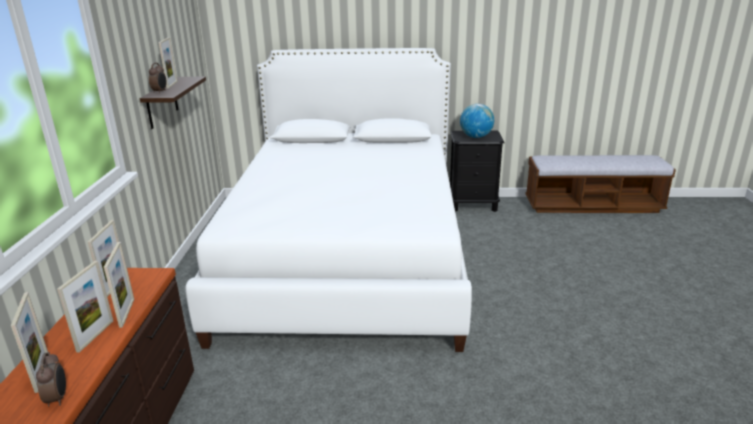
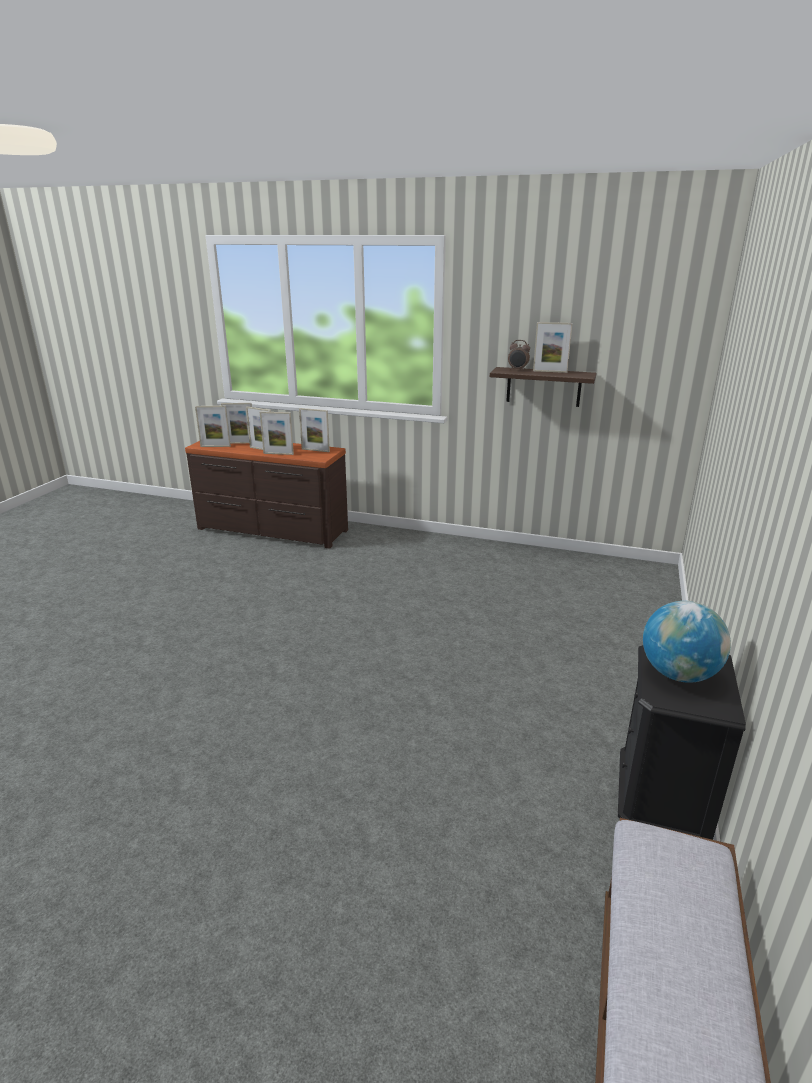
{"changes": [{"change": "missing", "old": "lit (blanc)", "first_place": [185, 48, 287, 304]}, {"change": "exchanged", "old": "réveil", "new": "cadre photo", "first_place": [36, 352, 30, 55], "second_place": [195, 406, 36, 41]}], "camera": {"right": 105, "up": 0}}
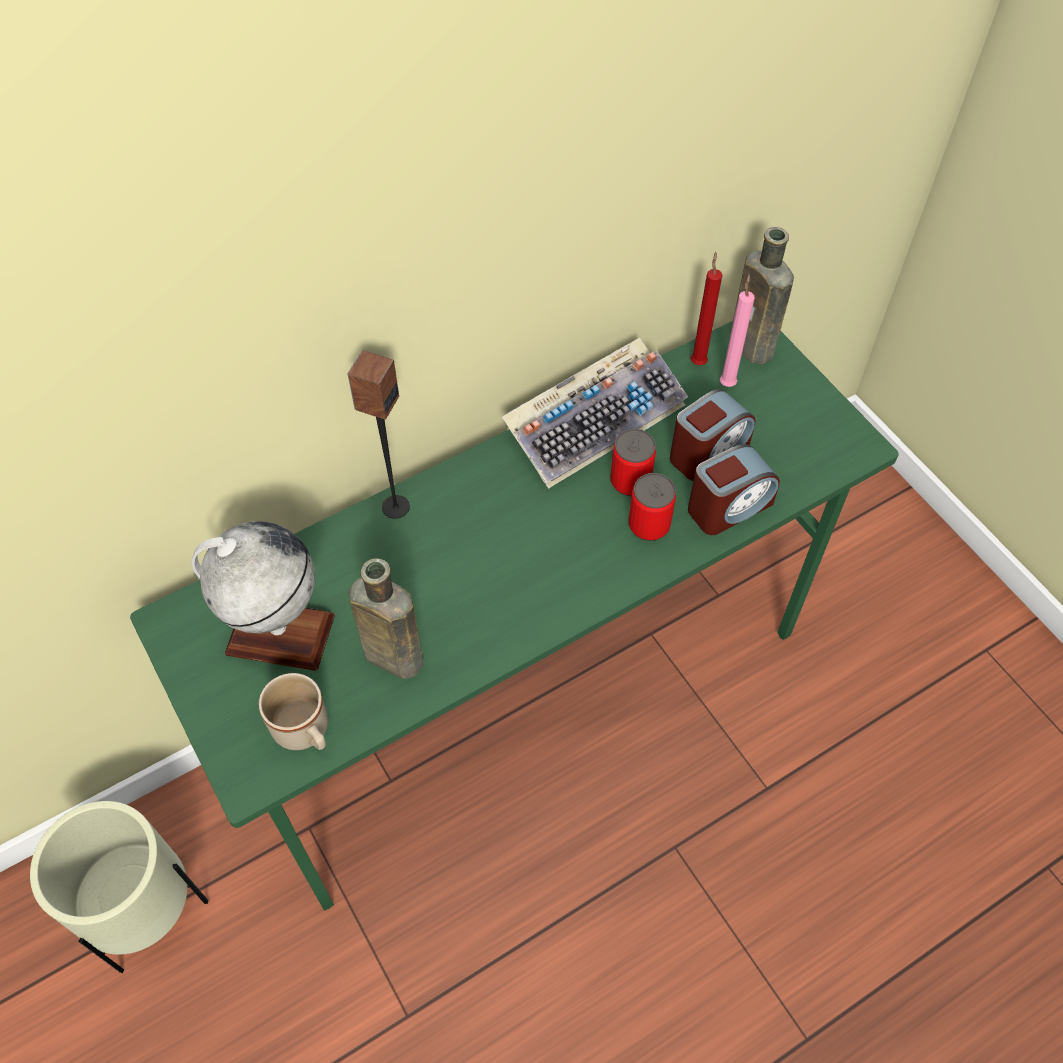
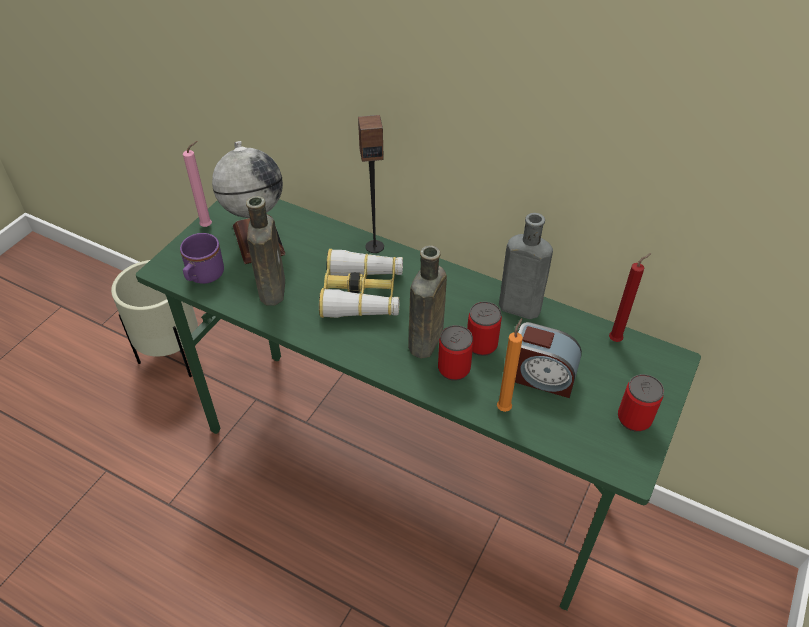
{"changes": [{"change": "appeared", "new": "jumelles", "second_place": [319, 249, 84, 69]}, {"change": "appeared", "new": "boîte métallique", "second_place": [618, 374, 46, 58]}, {"change": "relocated", "old": "bougie (rose)", "first_place": [720, 274, 35, 113], "second_place": [183, 141, 29, 86]}, {"change": "relocated", "old": "bouteille (marron)", "first_place": [729, 227, 65, 137], "second_place": [408, 245, 39, 114]}, {"change": "exchanged", "old": "clavier", "new": "bouteille (gris)", "first_place": [502, 338, 186, 151], "second_place": [499, 213, 54, 106]}, {"change": "exchanged", "old": "réveil", "new": "bougie (orange)", "first_place": [688, 444, 92, 91], "second_place": [497, 318, 26, 94]}, {"change": "colour", "old": "mug (beige)", "new": "mug (violet)", "first_place": [259, 673, 69, 77], "second_place": [180, 233, 44, 51]}], "camera": {"right": 60, "up": -10}}
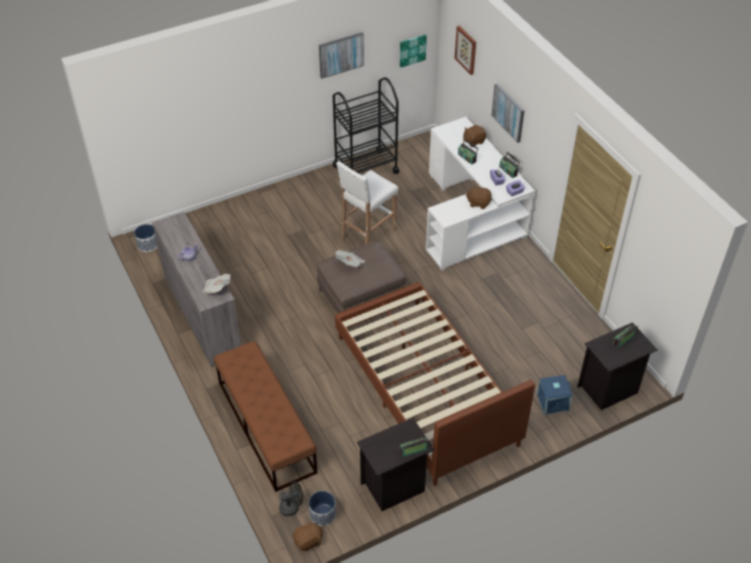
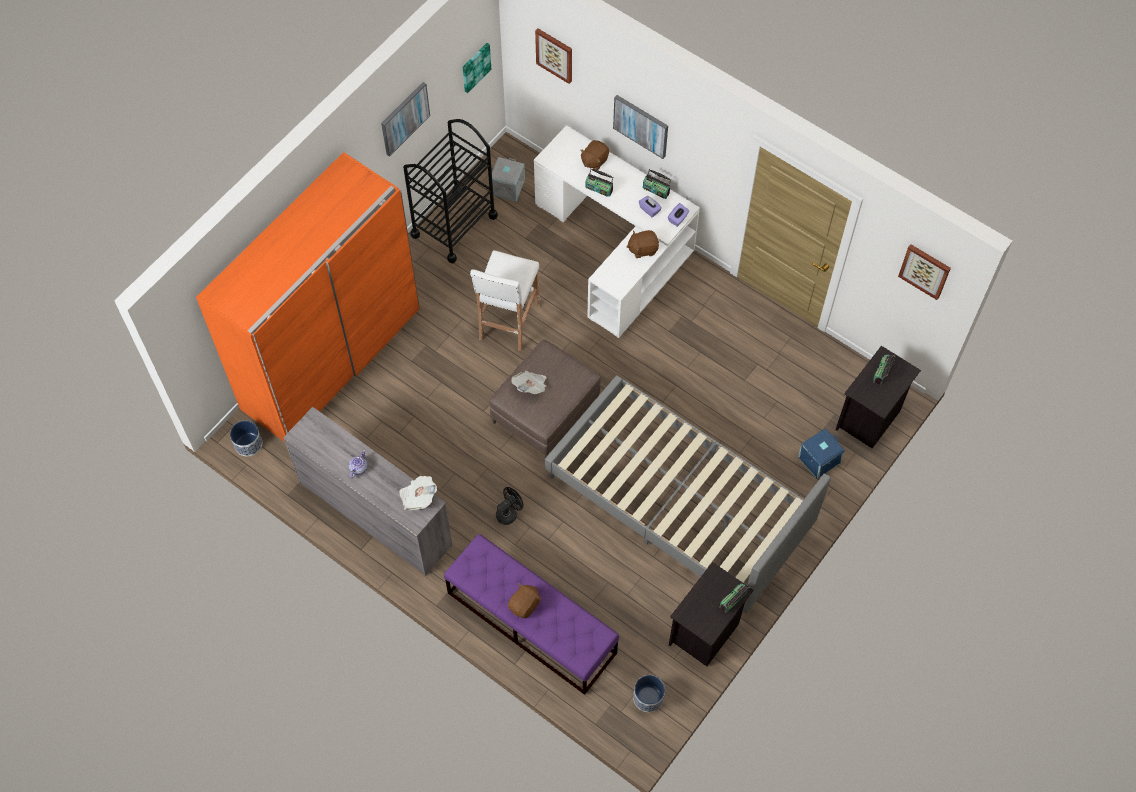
{"changes": [{"change": "appeared", "new": "armoire (orange)", "second_place": [196, 152, 224, 290]}, {"change": "appeared", "new": "boîte de rangement (gris)", "second_place": [492, 157, 33, 44]}, {"change": "appeared", "new": "tableau", "second_place": [898, 244, 53, 56]}, {"change": "relocated", "old": "ventilateur (noir)", "first_place": [279, 481, 24, 36], "second_place": [496, 487, 28, 38]}, {"change": "relocated", "old": "peluche (marron)", "first_place": [293, 520, 31, 32], "second_place": [508, 583, 33, 35]}, {"change": "colour", "old": "banc (marron)", "new": "banc (violet)", "first_place": [214, 341, 103, 151], "second_place": [444, 534, 175, 161]}, {"change": "colour", "old": "lit (marron)", "new": "lit (gris)", "first_place": [335, 282, 200, 204], "second_place": [545, 375, 286, 238]}], "camera": {"right": -25, "up": 15}}
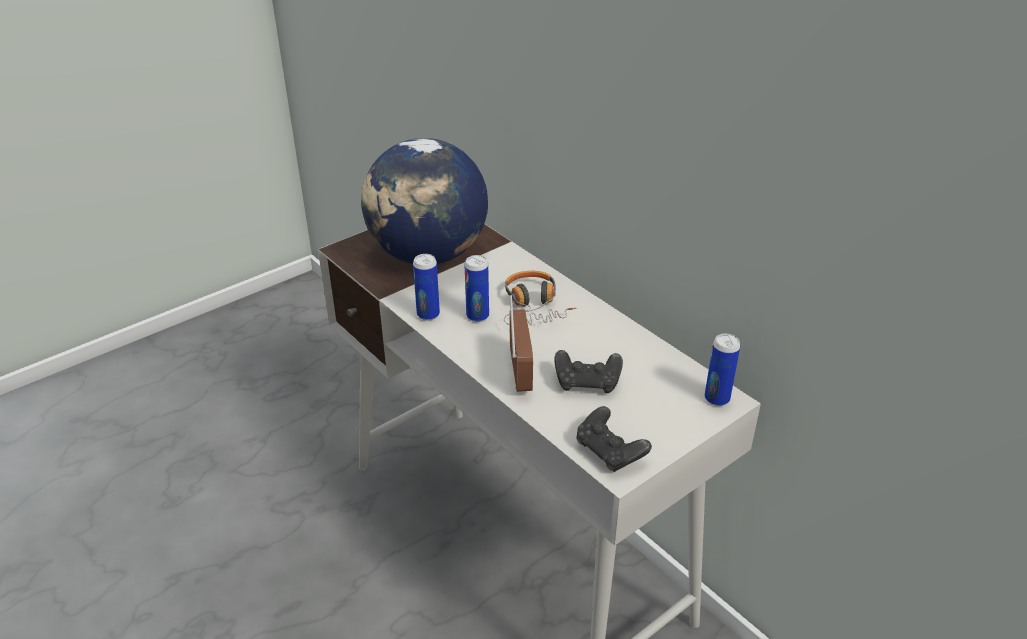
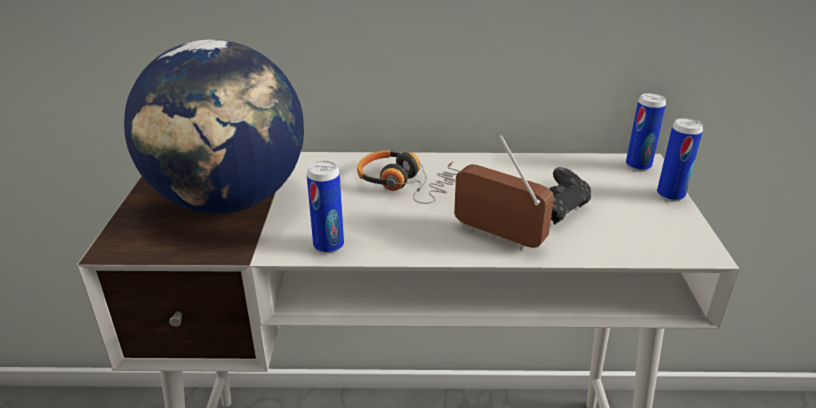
{"changes": [{"change": "missing", "old": "manette (noir)", "first_place": [576, 406, 76, 66]}, {"change": "relocated", "old": "boîte métallique", "first_place": [464, 255, 25, 67], "second_place": [657, 118, 46, 83]}], "camera": {"right": -50, "up": -5}}
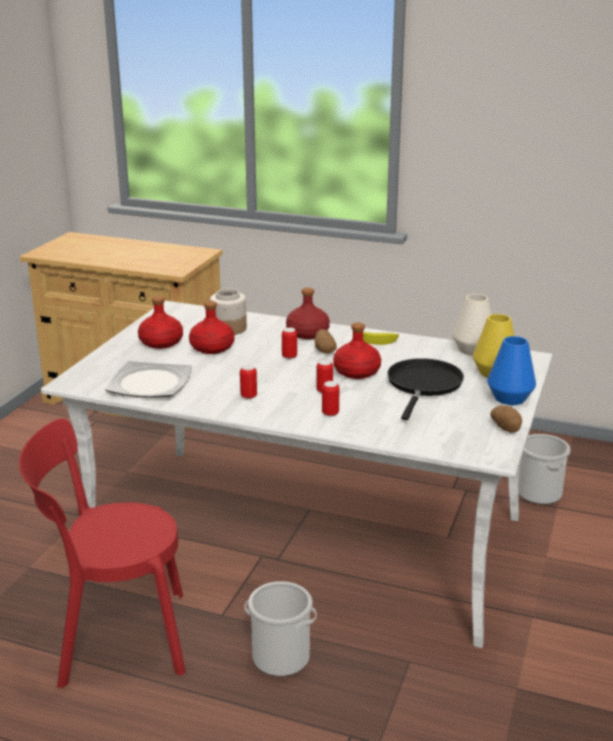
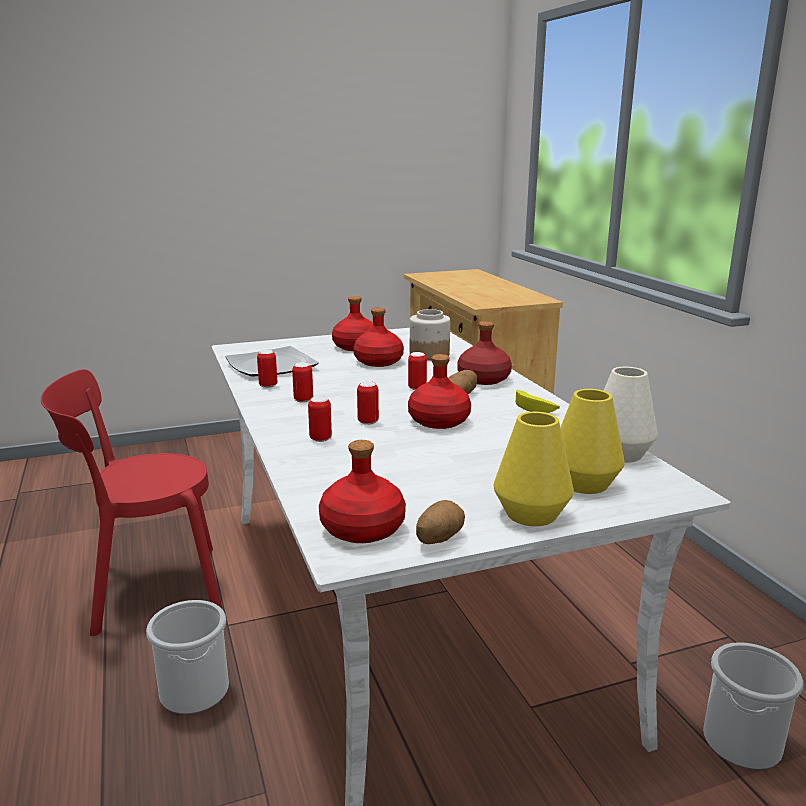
{"changes": [{"change": "missing", "old": "poêle (noir)", "first_place": [387, 358, 77, 62]}, {"change": "appeared", "new": "boîte métallique", "second_place": [257, 350, 20, 38]}, {"change": "appeared", "new": "bouteille (rouge)", "second_place": [319, 440, 87, 103]}, {"change": "colour", "old": "vase (bleu)", "new": "vase (jaune)", "first_place": [487, 336, 49, 69], "second_place": [494, 412, 80, 114]}, {"change": "spun", "old": "chaise (rouge)", "first_place": [19, 418, 167, 270], "second_place": [41, 369, 182, 267], "degrees": -60}], "camera": {"right": 50, "up": -5}}
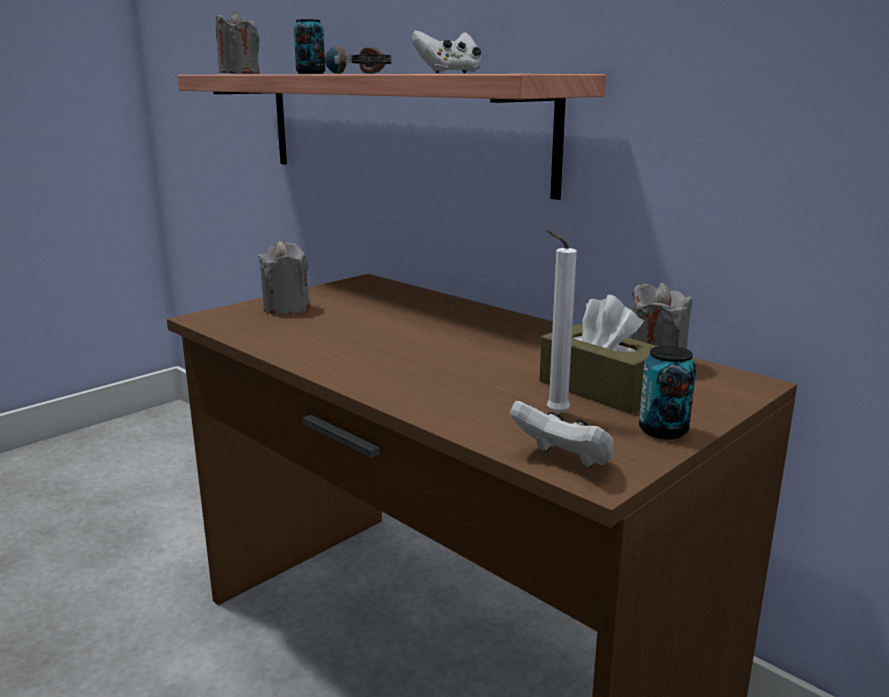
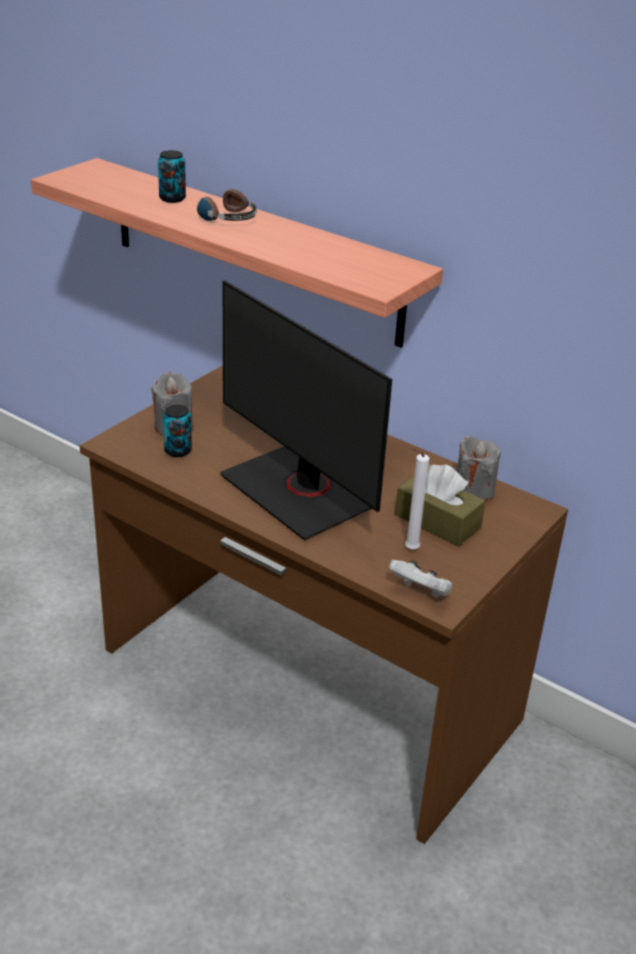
{"changes": [{"change": "missing", "old": "bougie (gris)", "first_place": [216, 11, 44, 63]}, {"change": "missing", "old": "manette (blanc)", "first_place": [411, 30, 70, 43]}, {"change": "appeared", "new": "écran d'ordinateur", "second_place": [219, 280, 173, 260]}, {"change": "relocated", "old": "boîte métallique", "first_place": [639, 346, 57, 93], "second_place": [163, 405, 29, 52]}], "camera": {"right": -10, "up": 15}}
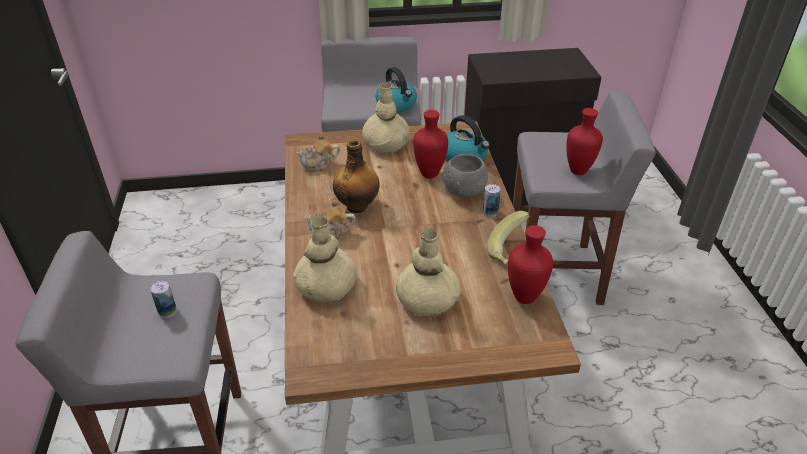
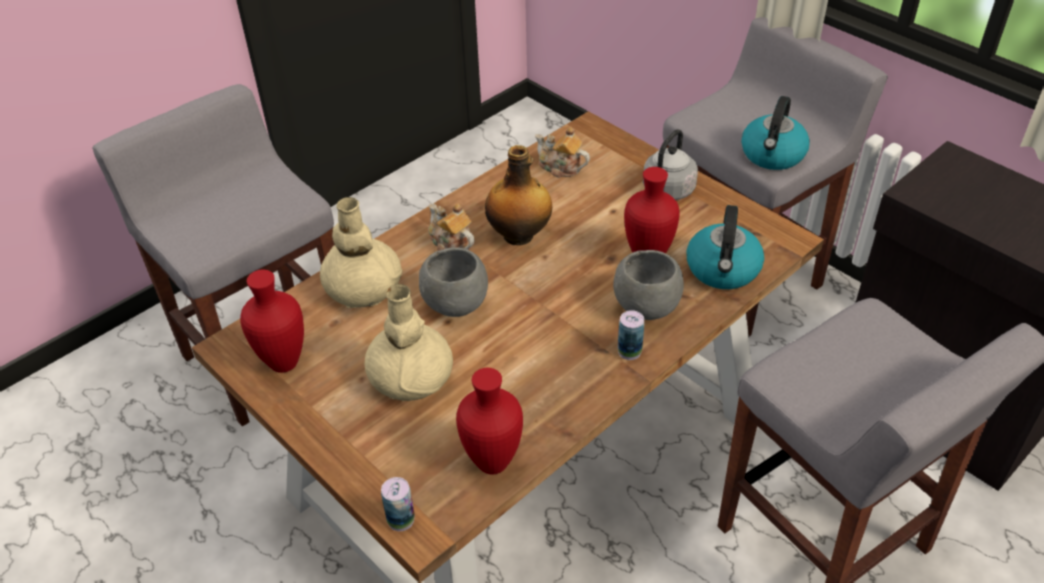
{"changes": [{"change": "missing", "old": "banane", "first_place": [487, 211, 43, 53]}, {"change": "appeared", "new": "bol (gris)", "second_place": [419, 247, 69, 70]}, {"change": "relocated", "old": "boîte métallique", "first_place": [151, 281, 25, 37], "second_place": [381, 477, 34, 54]}, {"change": "relocated", "old": "vase (rouge)", "first_place": [566, 108, 37, 67], "second_place": [240, 270, 64, 103]}, {"change": "exchanged", "old": "vase (beige)", "new": "bouilloire (gris)", "first_place": [362, 82, 48, 71], "second_place": [643, 129, 55, 71]}], "camera": {"right": 55, "up": 5}}
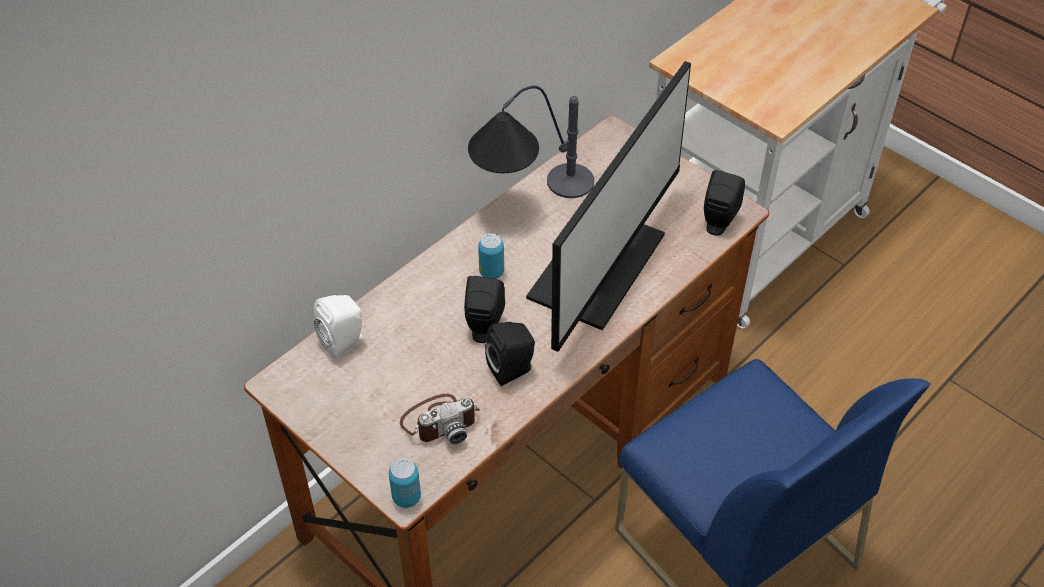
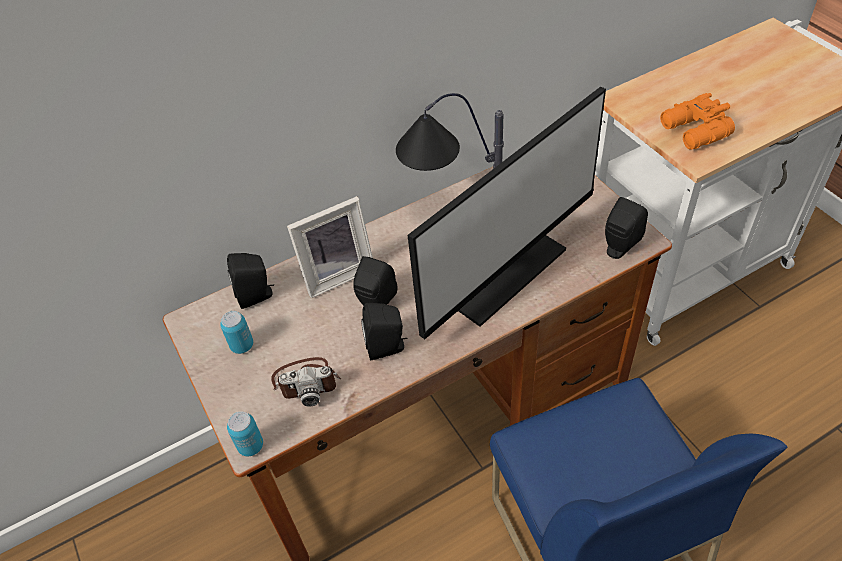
{"changes": [{"change": "appeared", "new": "cadre photo", "second_place": [287, 196, 86, 102]}, {"change": "appeared", "new": "jumelles (orange)", "second_place": [660, 93, 75, 57]}, {"change": "relocated", "old": "boîte métallique", "first_place": [478, 233, 26, 46], "second_place": [220, 311, 33, 43]}, {"change": "colour", "old": "enceinte (blanc)", "new": "enceinte (noir)", "first_place": [313, 295, 49, 64], "second_place": [227, 253, 47, 56]}], "camera": {"right": 20, "up": 0}}
